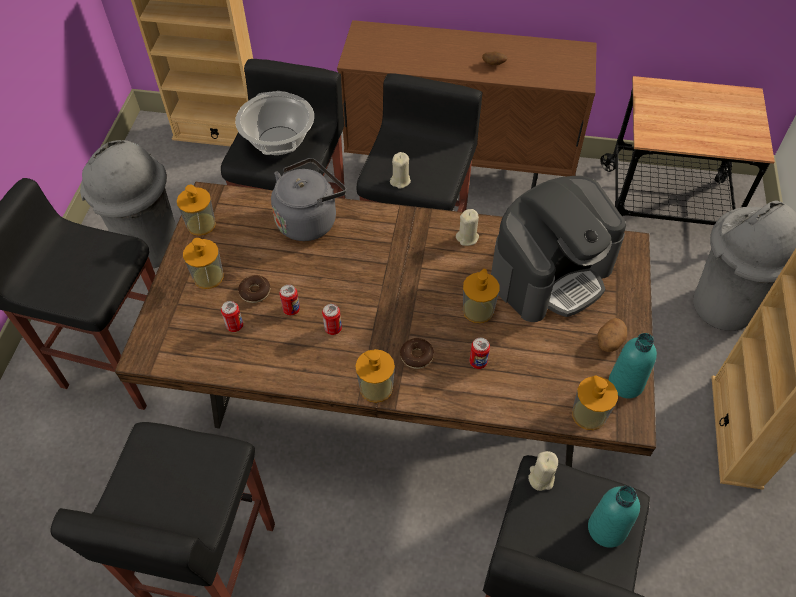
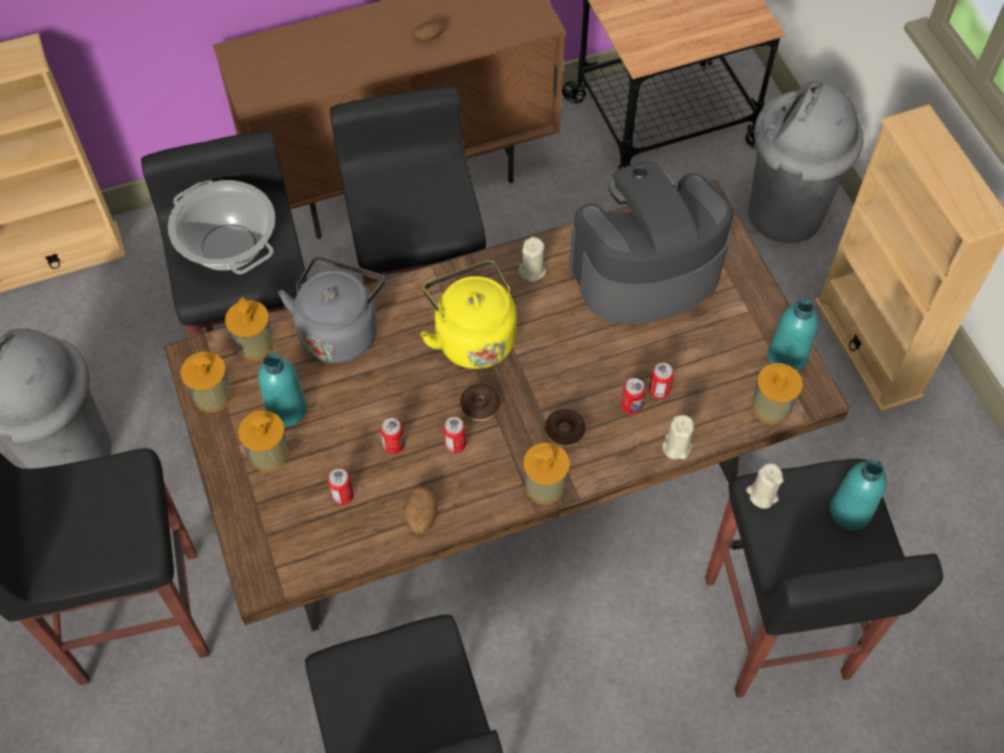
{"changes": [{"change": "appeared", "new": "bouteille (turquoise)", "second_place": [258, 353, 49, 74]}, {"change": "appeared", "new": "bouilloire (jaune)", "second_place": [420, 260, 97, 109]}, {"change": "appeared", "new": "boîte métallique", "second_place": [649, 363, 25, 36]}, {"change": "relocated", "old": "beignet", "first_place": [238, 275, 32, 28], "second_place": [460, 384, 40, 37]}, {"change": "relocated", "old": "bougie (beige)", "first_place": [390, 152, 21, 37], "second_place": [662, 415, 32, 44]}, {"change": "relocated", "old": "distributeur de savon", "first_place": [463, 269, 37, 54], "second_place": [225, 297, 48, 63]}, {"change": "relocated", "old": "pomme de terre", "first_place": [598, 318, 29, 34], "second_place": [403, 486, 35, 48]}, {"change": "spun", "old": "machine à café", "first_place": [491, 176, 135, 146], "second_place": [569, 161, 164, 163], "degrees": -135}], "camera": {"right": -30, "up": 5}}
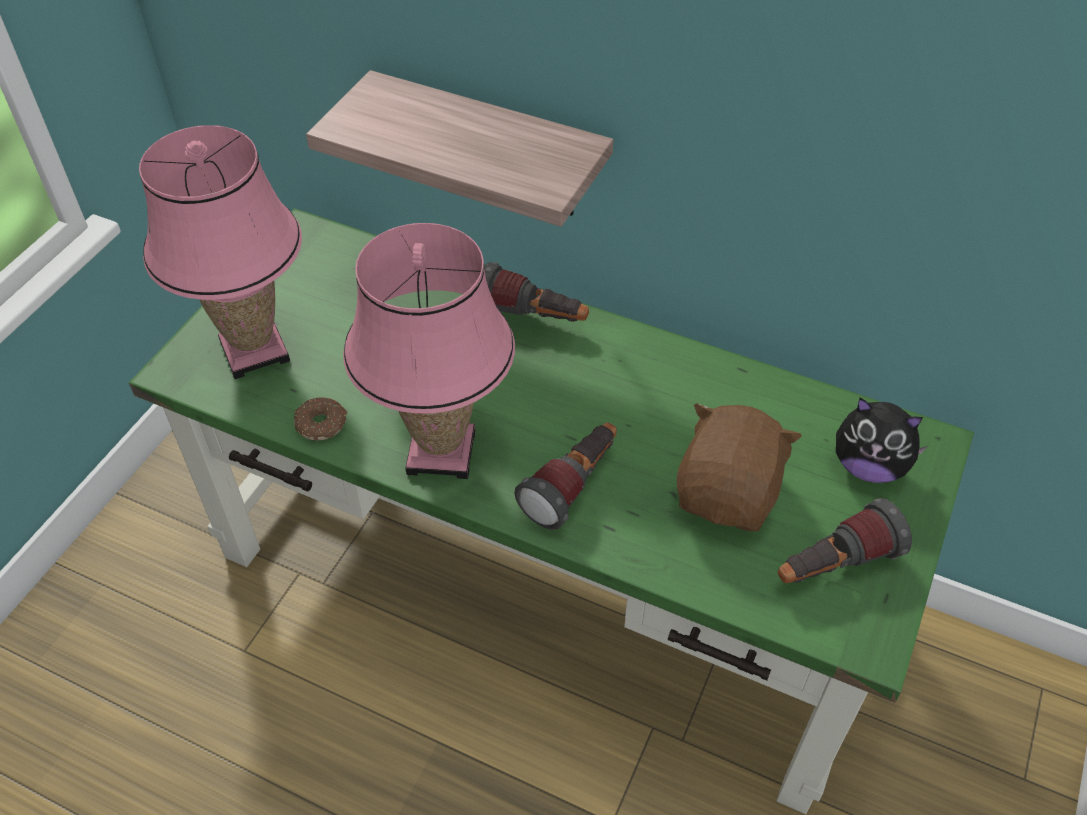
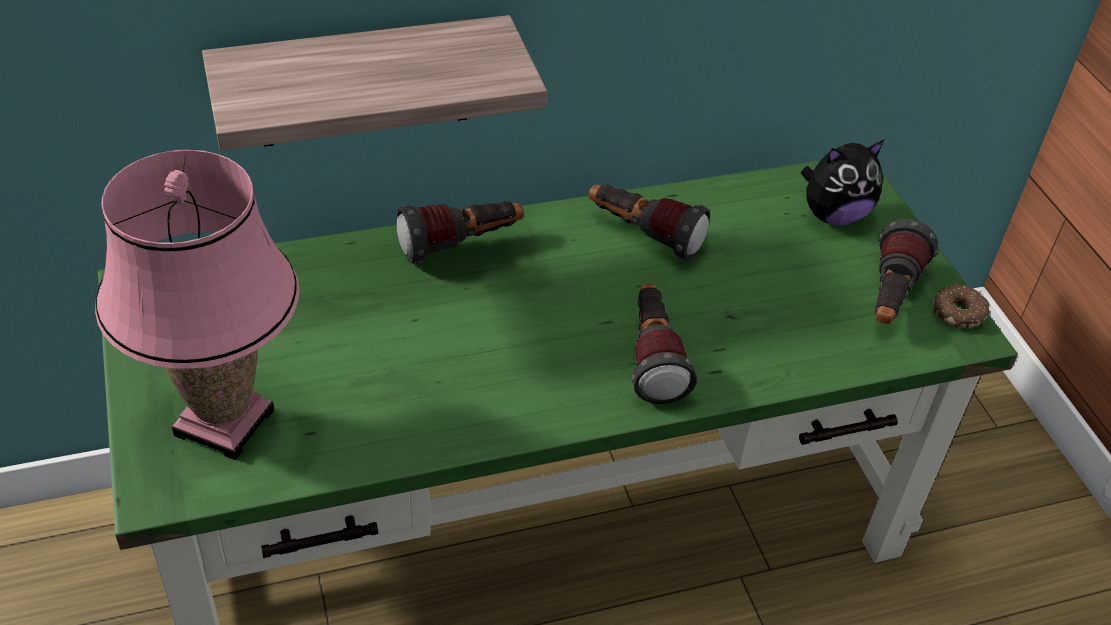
{"changes": [{"change": "missing", "old": "lampe de table (rose)", "first_place": [343, 223, 172, 256]}, {"change": "missing", "old": "peluche (marron)", "first_place": [677, 403, 125, 128]}, {"change": "appeared", "new": "lampe de poche", "second_place": [588, 184, 122, 77]}, {"change": "relocated", "old": "beignet", "first_place": [294, 397, 54, 44], "second_place": [934, 284, 56, 44]}], "camera": {"right": -45, "up": -5}}
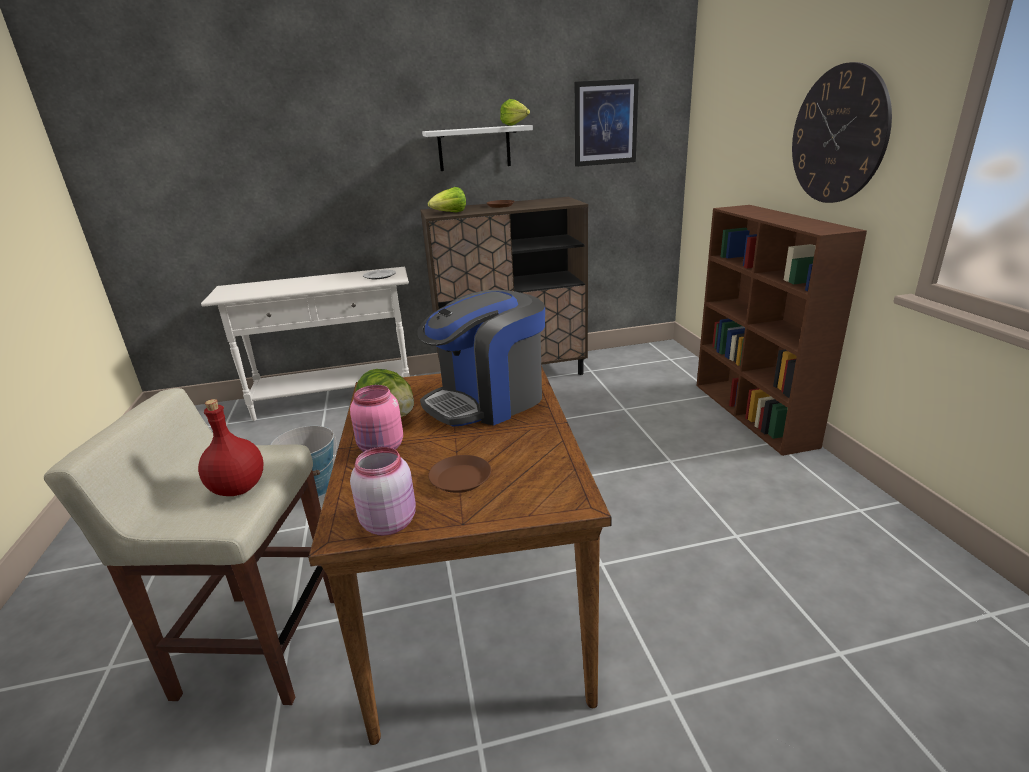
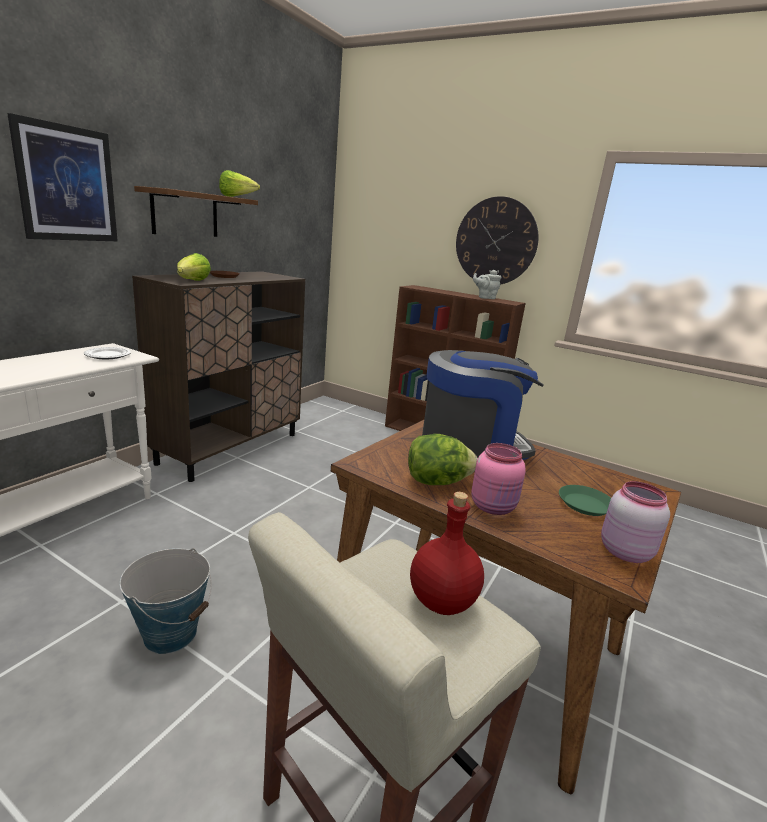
{"changes": [{"change": "appeared", "new": "théière (gris)", "second_place": [473, 270, 29, 29]}, {"change": "relocated", "old": "tableau", "first_place": [575, 79, 64, 88], "second_place": [7, 113, 111, 128]}, {"change": "colour", "old": "étagère (blanc)", "new": "étagère (marron)", "first_place": [422, 125, 111, 46], "second_place": [134, 186, 124, 51]}, {"change": "colour", "old": "assiette (marron)", "new": "assiette (vert)", "first_place": [428, 455, 63, 38], "second_place": [559, 485, 52, 31]}, {"change": "spun", "old": "machine à café", "first_place": [417, 290, 128, 137], "second_place": [422, 350, 122, 110], "degrees": -105}], "camera": {"right": -50, "up": -5}}
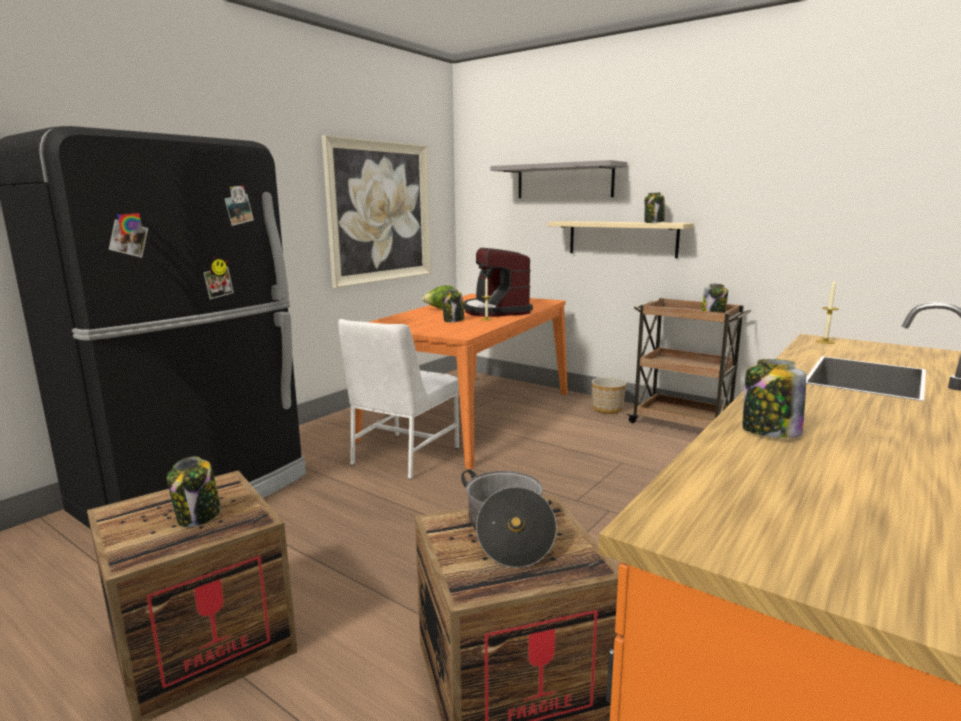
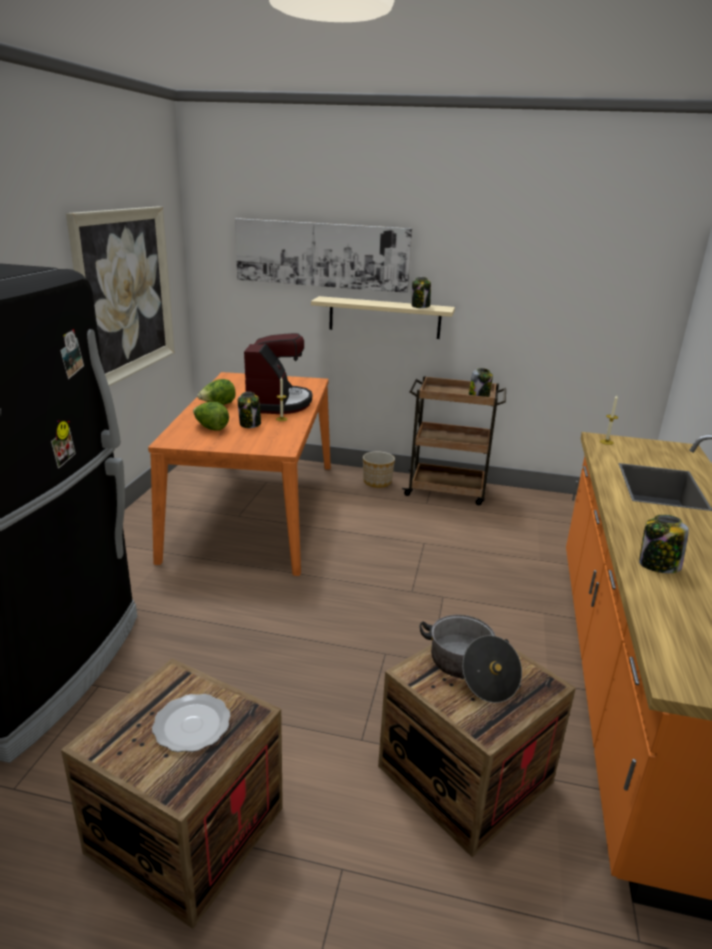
{"changes": [{"change": "missing", "old": "chaise (blanc)", "first_place": [338, 319, 121, 160]}, {"change": "appeared", "new": "laitue", "second_place": [193, 402, 36, 29]}, {"change": "exchanged", "old": "bocal", "new": "assiette", "first_place": [167, 457, 54, 70], "second_place": [152, 694, 79, 58]}, {"change": "exchanged", "old": "étagère (gris)", "new": "tableau", "first_place": [490, 160, 137, 38], "second_place": [235, 218, 177, 75]}, {"change": "spun", "old": "machine à café", "first_place": [463, 248, 70, 69], "second_place": [244, 333, 68, 81], "degrees": -135}], "camera": {"right": -25, "up": 10}}
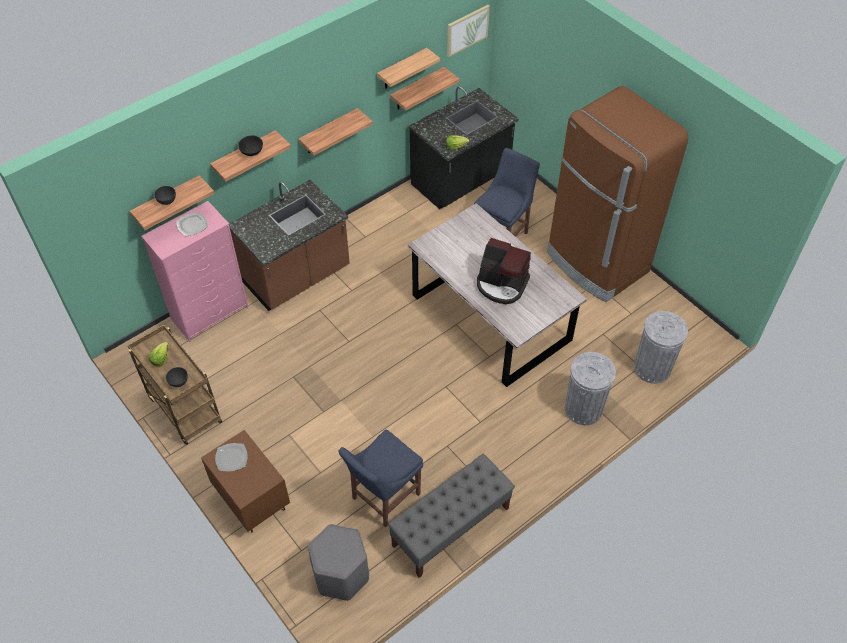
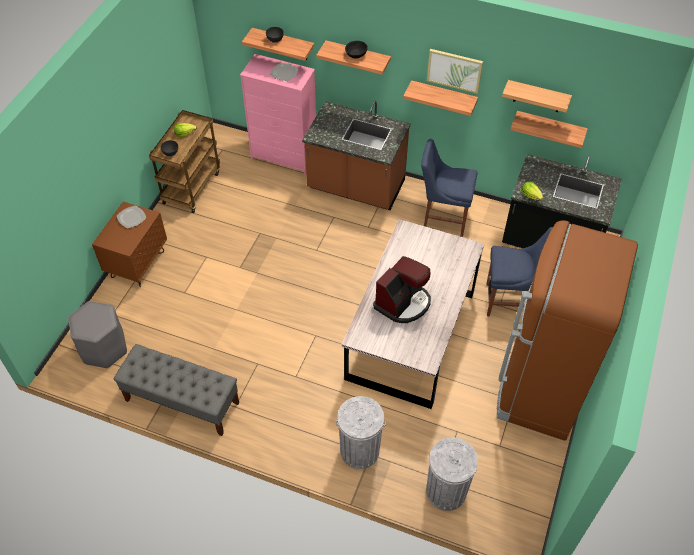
{"changes": [{"change": "relocated", "old": "chaise (bleu)", "first_place": [339, 430, 84, 97], "second_place": [421, 139, 56, 98]}, {"change": "relocated", "old": "tableau", "first_place": [447, 5, 43, 52], "second_place": [427, 49, 56, 45]}, {"change": "spun", "old": "machine à café", "first_place": [477, 238, 54, 66], "second_place": [373, 256, 58, 67], "degrees": -135}], "camera": {"right": 60, "up": 0}}
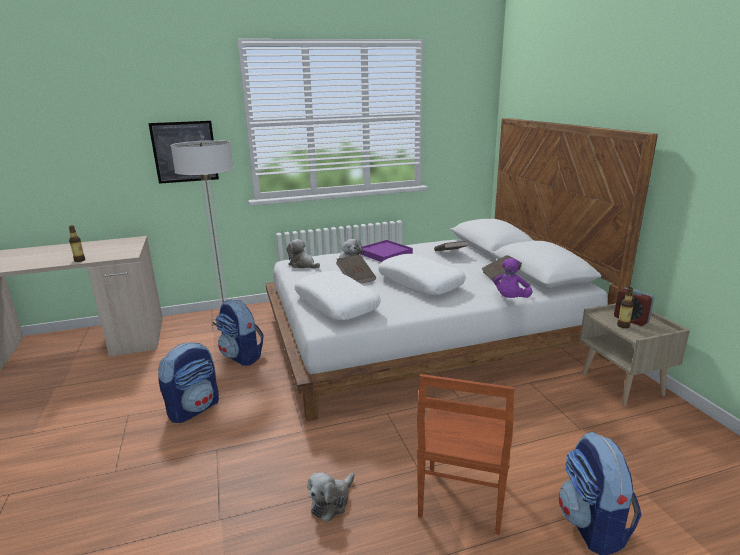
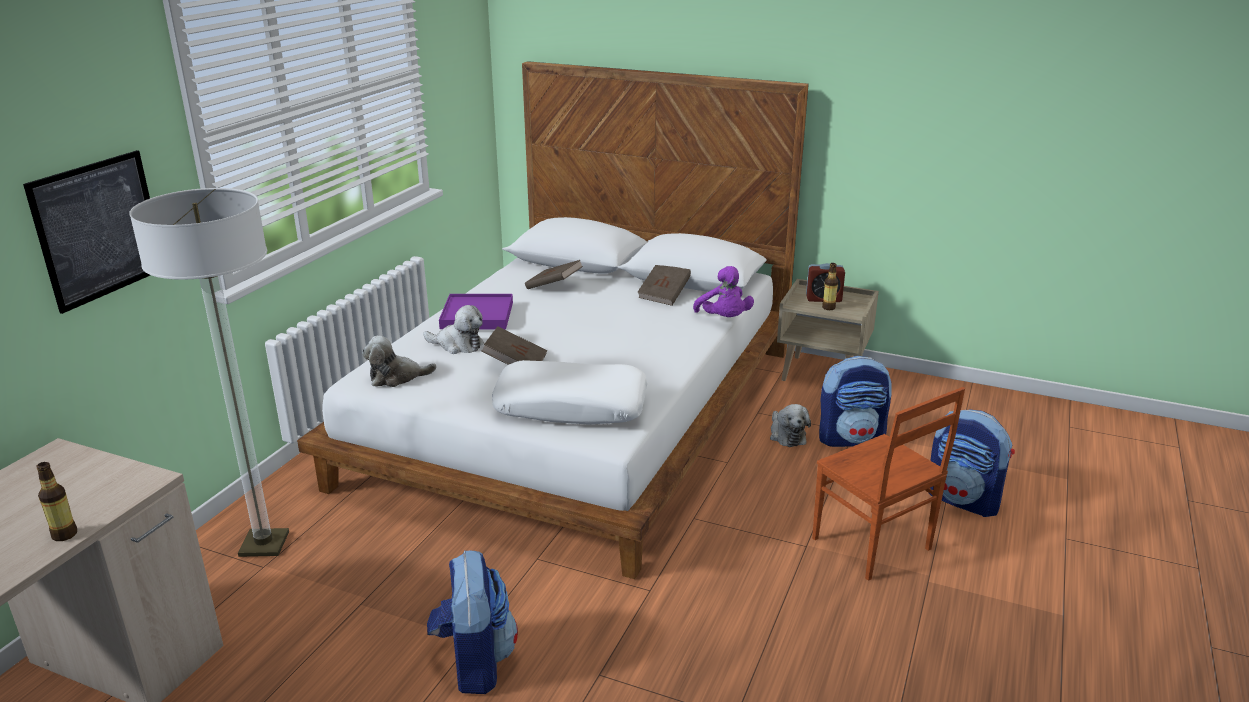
{"changes": [{"change": "missing", "old": "coussin (blanc)", "first_place": [378, 254, 88, 41]}, {"change": "relocated", "old": "sac à dos", "first_place": [215, 300, 49, 66], "second_place": [819, 356, 73, 91]}, {"change": "relocated", "old": "peluche", "first_place": [307, 472, 48, 50], "second_place": [770, 404, 41, 43]}], "camera": {"right": -50, "up": 5}}
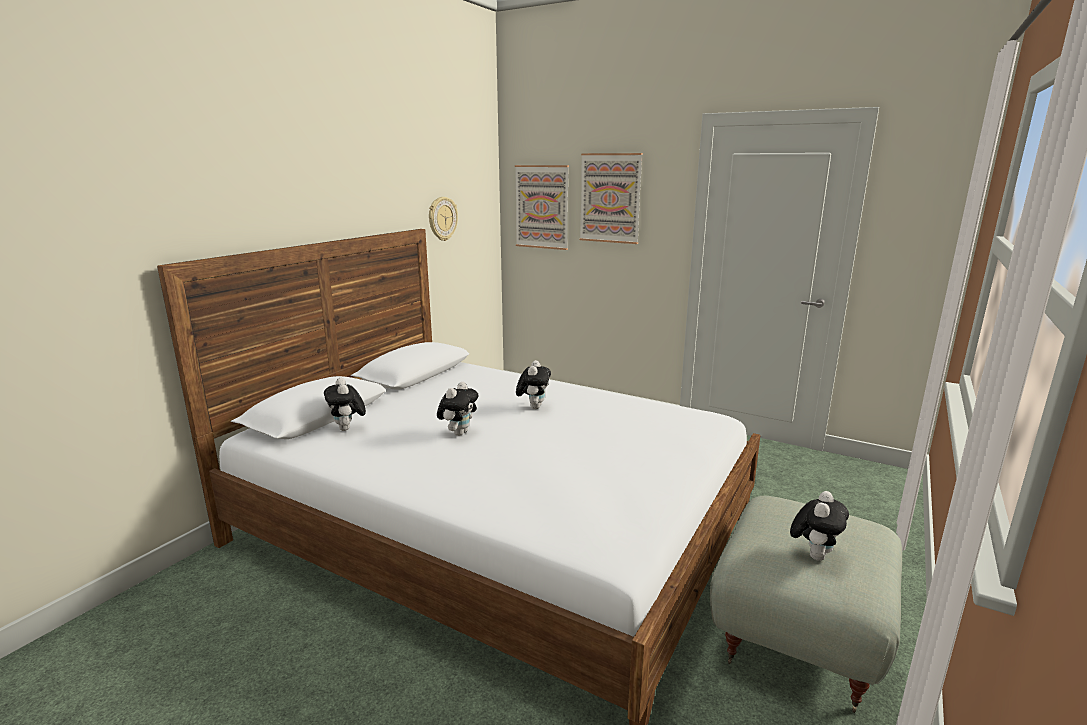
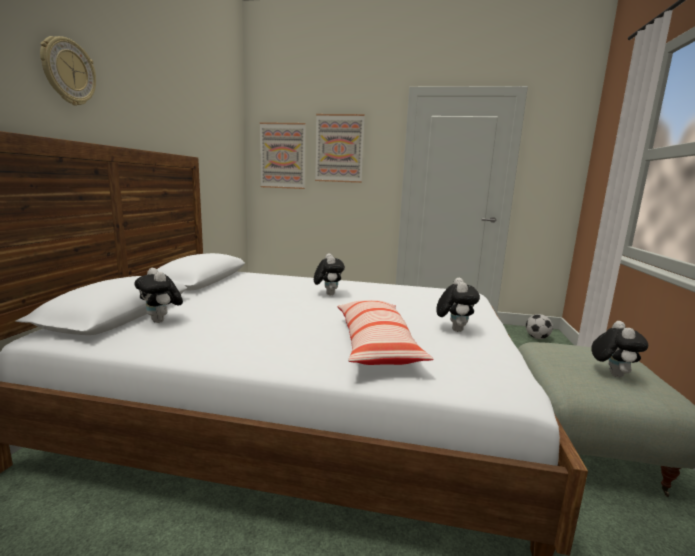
{"changes": [{"change": "appeared", "new": "coussin", "second_place": [338, 300, 95, 65]}, {"change": "appeared", "new": "ballon de foot", "second_place": [526, 314, 27, 25]}, {"change": "relocated", "old": "horloge murale", "first_place": [429, 197, 29, 44], "second_place": [40, 36, 56, 70]}, {"change": "relocated", "old": "peluche", "first_place": [437, 382, 41, 54], "second_place": [436, 278, 44, 54]}], "camera": {"right": -20, "up": -5}}
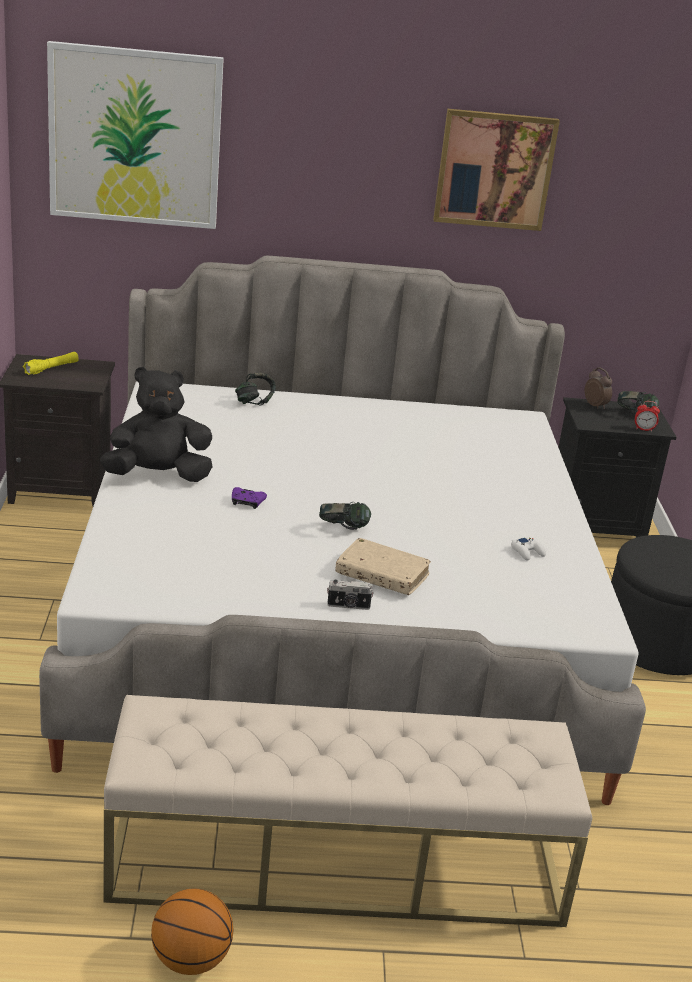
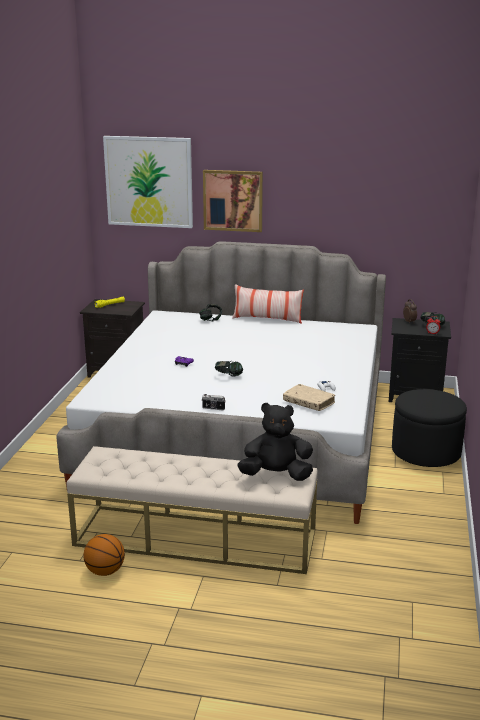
{"changes": [{"change": "appeared", "new": "coussin", "second_place": [232, 284, 72, 40]}, {"change": "relocated", "old": "peluche (noir)", "first_place": [100, 367, 113, 115], "second_place": [237, 403, 76, 78]}, {"change": "relocated", "old": "livre (beige)", "first_place": [335, 538, 96, 57], "second_place": [283, 384, 52, 27]}, {"change": "relocated", "old": "tableau", "first_place": [433, 109, 127, 122], "second_place": [203, 170, 60, 62]}], "camera": {"right": 15, "up": -5}}
